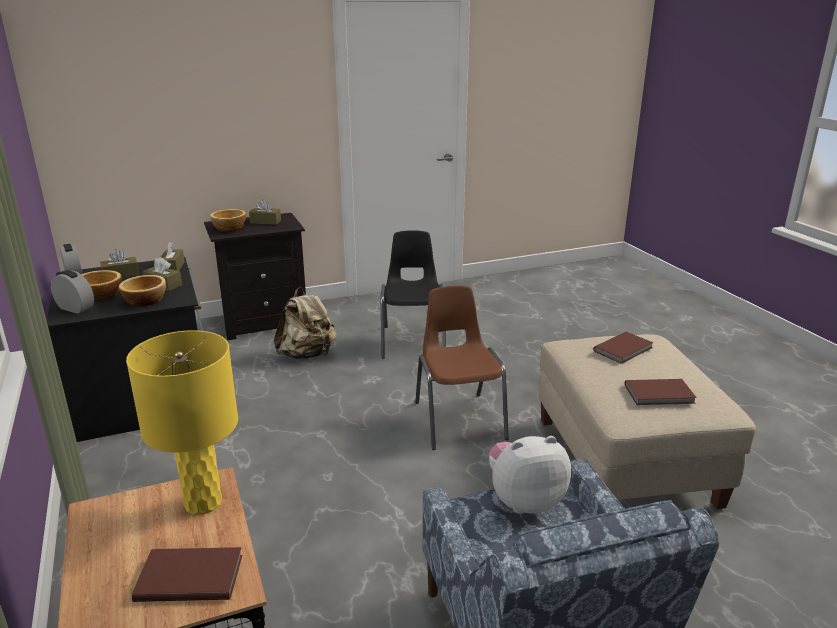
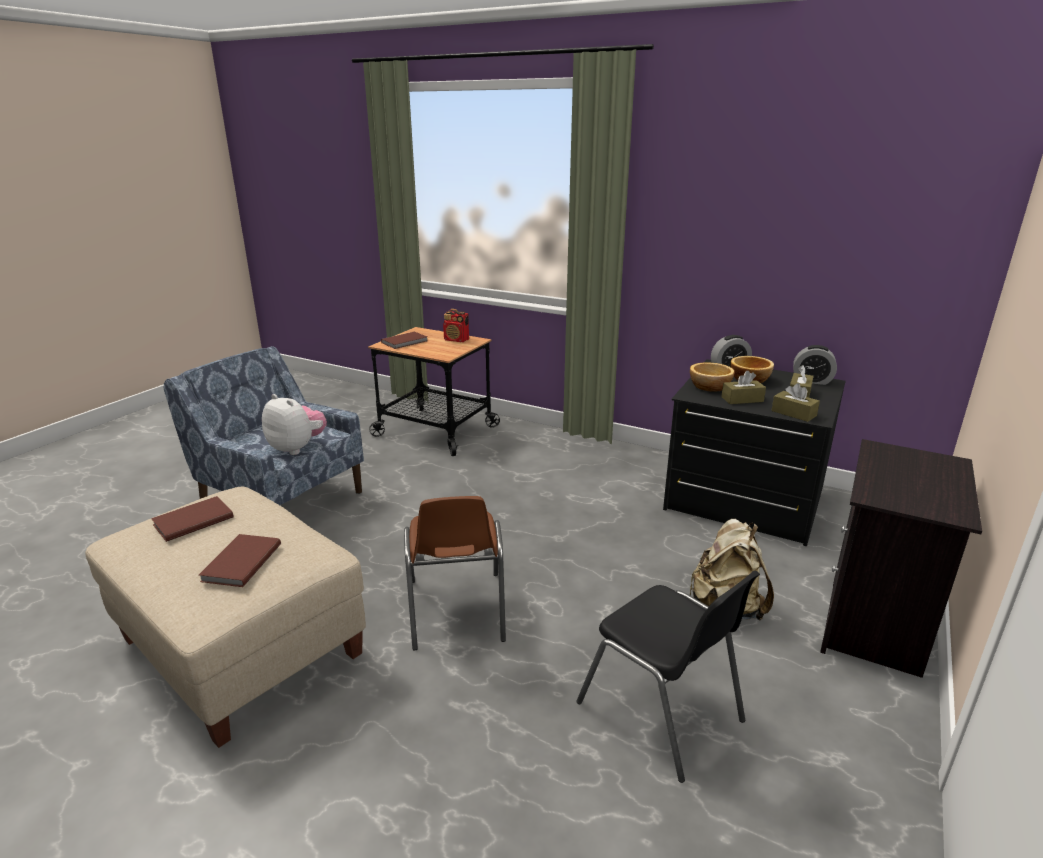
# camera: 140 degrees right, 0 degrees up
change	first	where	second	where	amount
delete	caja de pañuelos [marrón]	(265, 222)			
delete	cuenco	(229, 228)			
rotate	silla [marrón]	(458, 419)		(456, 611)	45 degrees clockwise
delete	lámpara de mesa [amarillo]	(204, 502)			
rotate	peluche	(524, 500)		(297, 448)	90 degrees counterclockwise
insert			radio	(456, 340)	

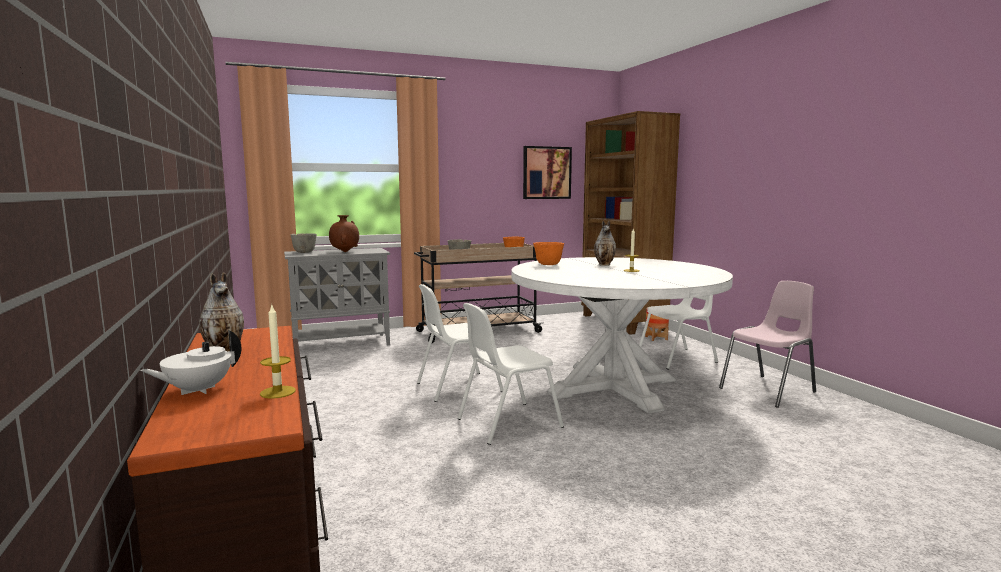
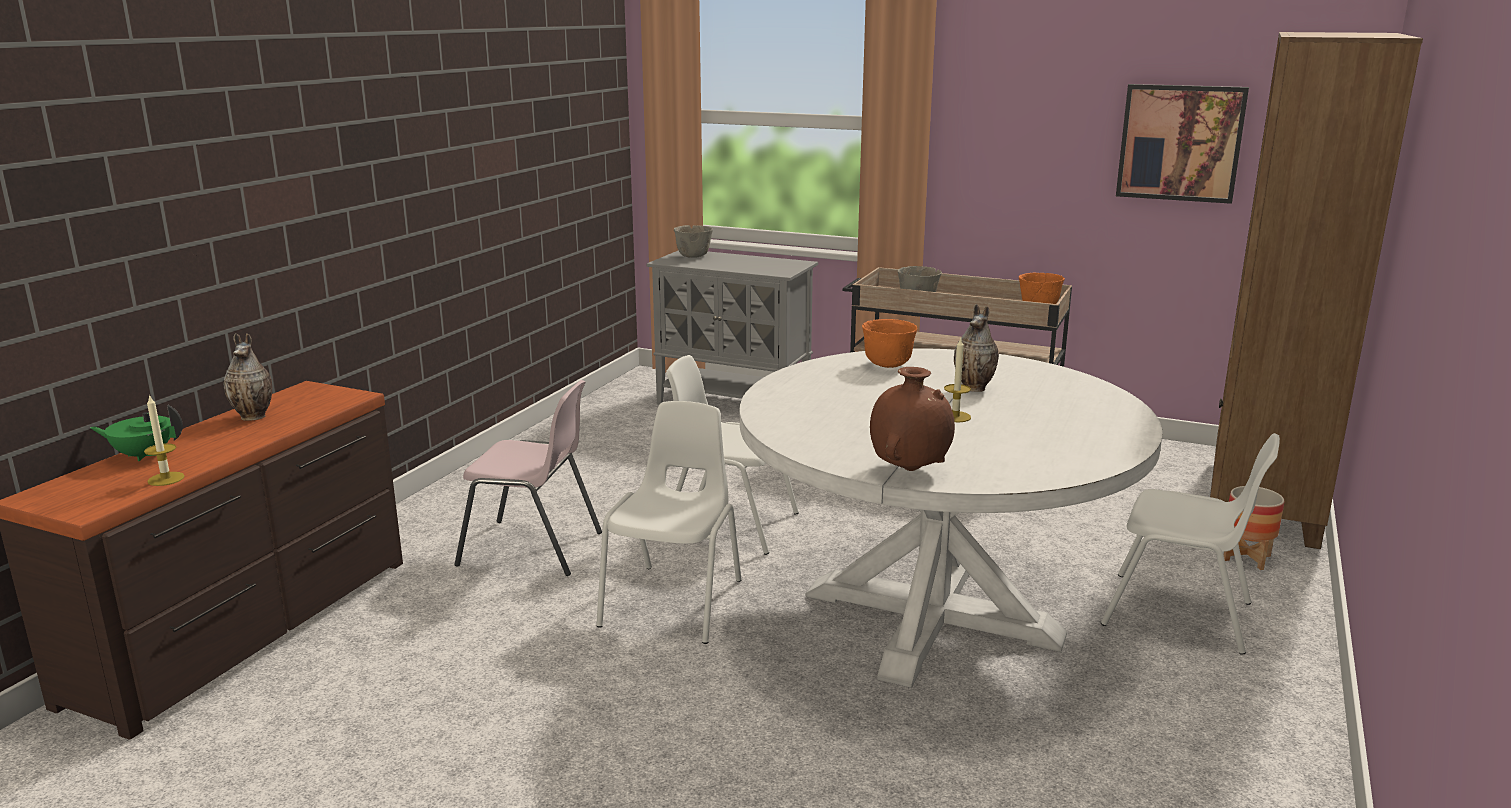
# camera: 45 degrees right, 10 degrees up
change	first	where	second	where	amount
move	florero [marrón]	(344, 252)		(909, 469)	
move	silla [rosa]	(769, 390)		(533, 549)	
rotate	silla [blanco]	(507, 423)		(675, 602)	90 degrees clockwise
recolor	tetera [blanco]	(198, 390)	tetera [verde]	(144, 455)	

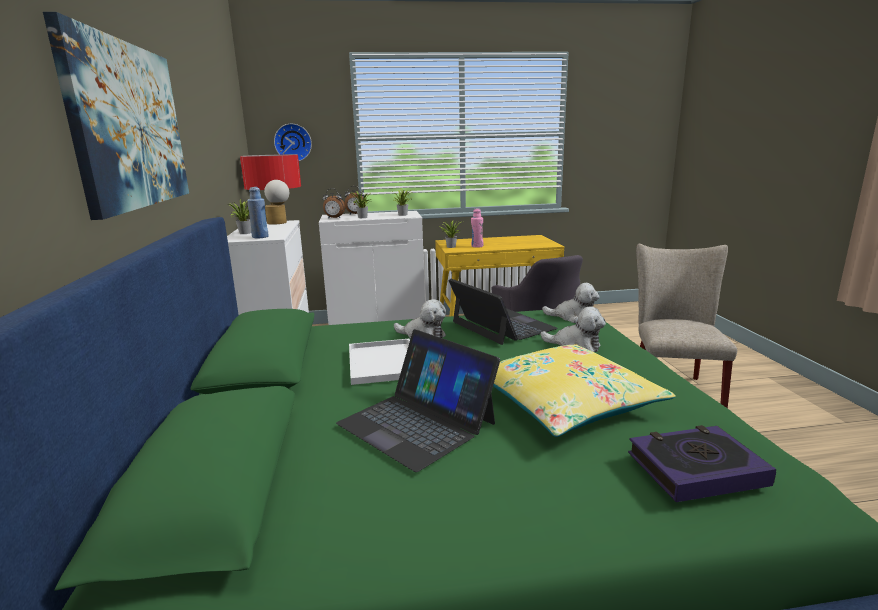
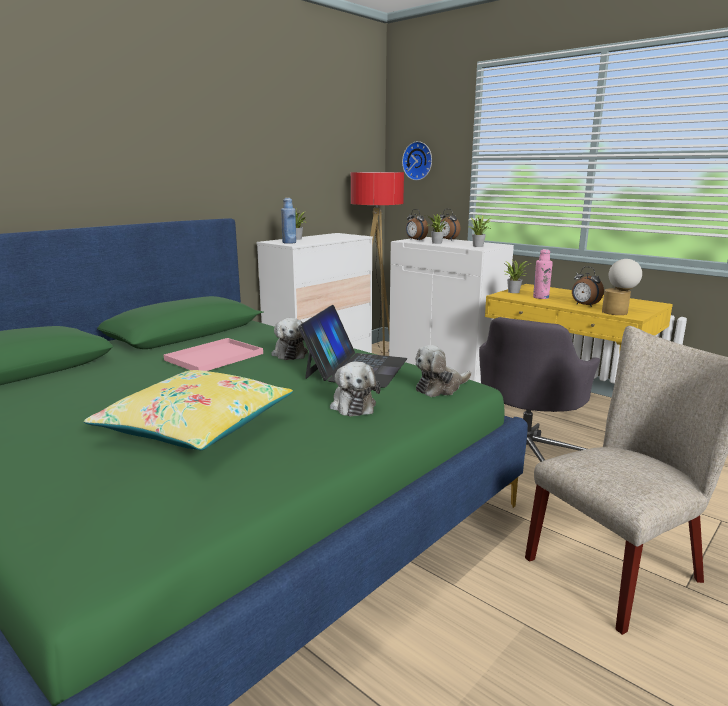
# camera: 50 degrees right, 0 degrees up
change	first	where	second	where	amount
delete	cuadro	(129, 126)			
move	lámpara de mesa	(279, 222)		(618, 312)	
rotate	peluche	(573, 317)		(440, 388)	75 degrees clockwise
delete	portátil	(417, 423)			
recolor	bandeja [blanco]	(384, 363)	bandeja [rosa]	(213, 357)	
delete	libro	(696, 469)			
insert			despertador	(584, 305)	

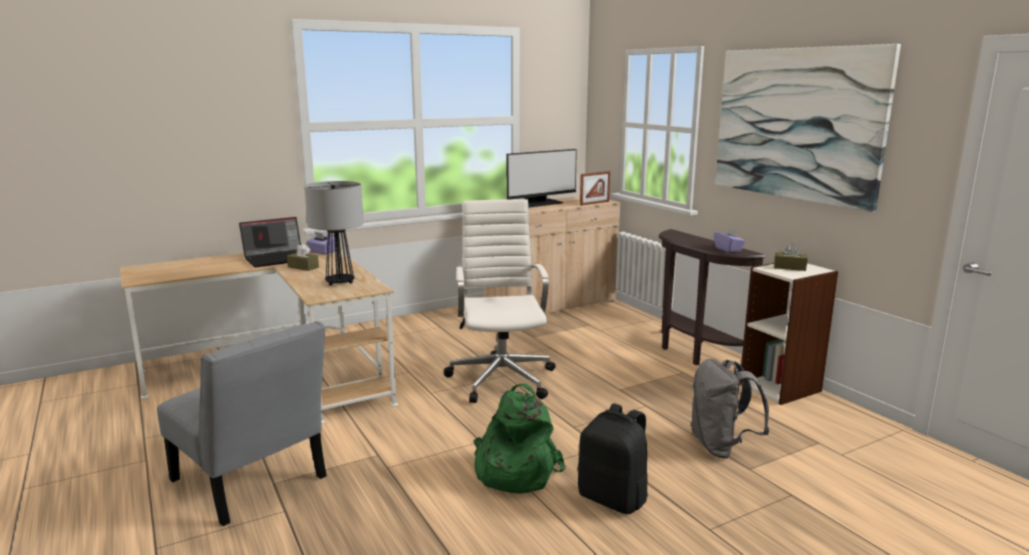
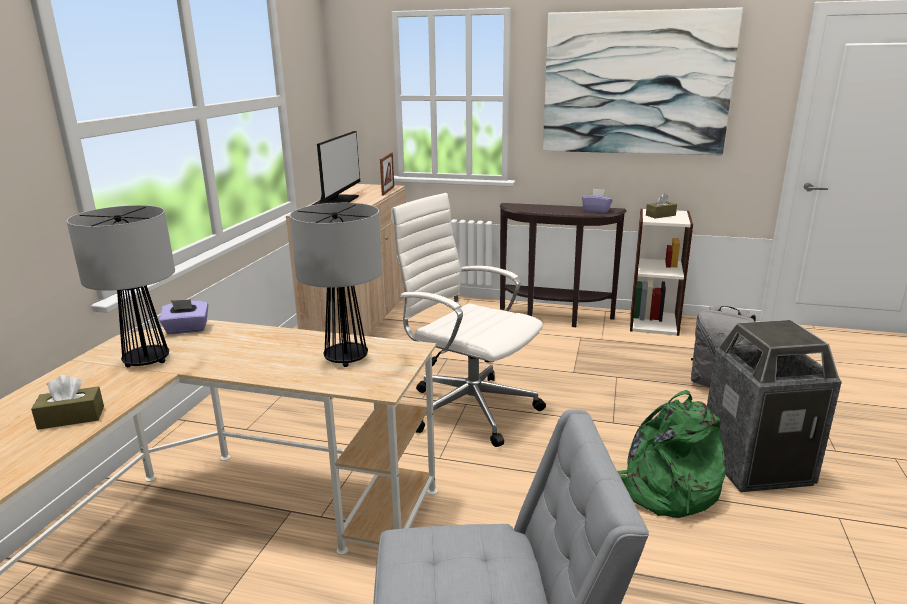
# camera: 45 degrees left, 5 degrees up
change	first	where	second	where	amount
replace	portátil	(278, 259)	lámpara de mesa	(146, 361)	
move	caja de pañuelos [marrón]	(303, 267)		(71, 417)	
replace	mochila [negro]	(613, 498)	papelera	(756, 465)	

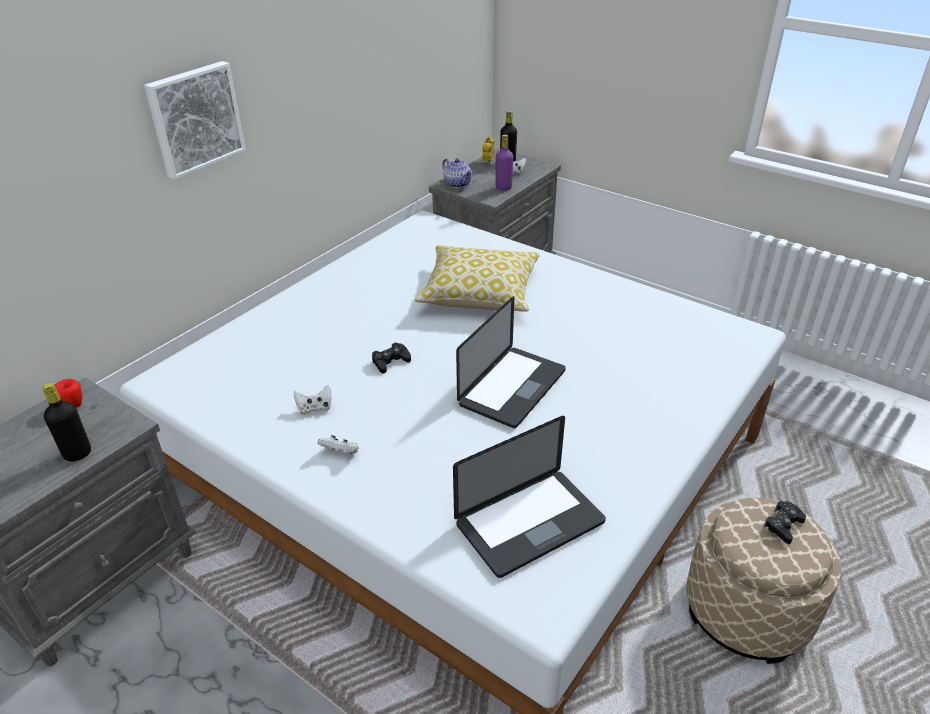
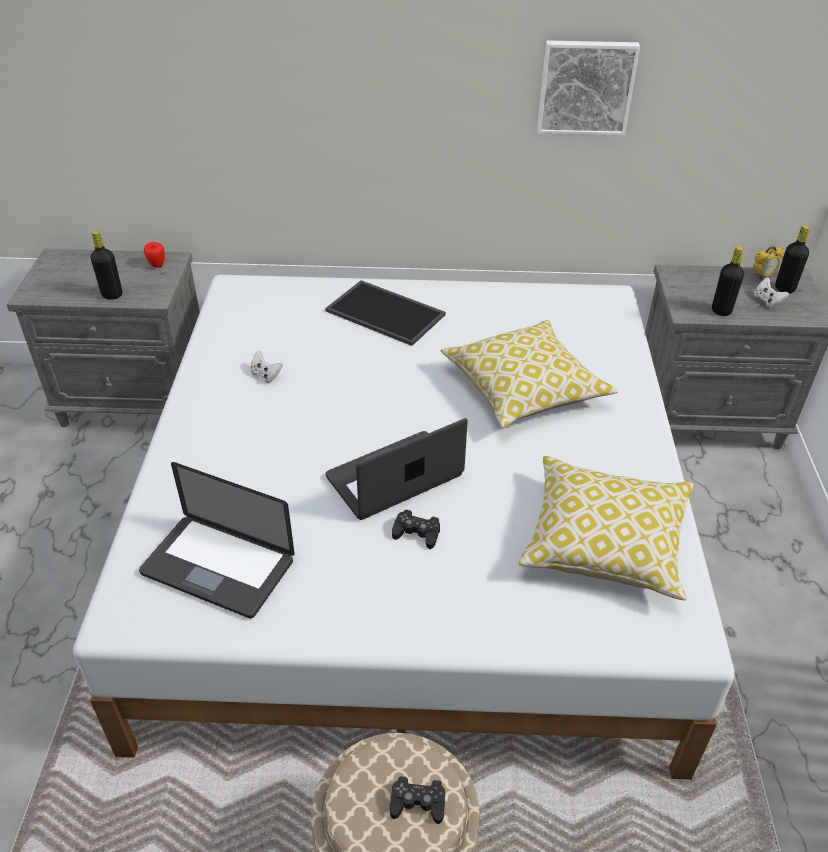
# camera: 55 degrees right, 5 degrees up
change	first	where	second	where	amount
move	cuadro	(194, 118)		(586, 87)	
recolor	botella [morado]	(503, 188)	botella [negro]	(721, 310)	
delete	tetera	(457, 184)			
rotate	portátil	(512, 388)		(394, 477)	150 degrees clockwise
move	mando de consola [negro]	(390, 361)		(416, 533)	
delete	mando de consola [blanco]	(341, 453)			
insert			bandeja	(387, 312)	
insert			cojín	(605, 541)	

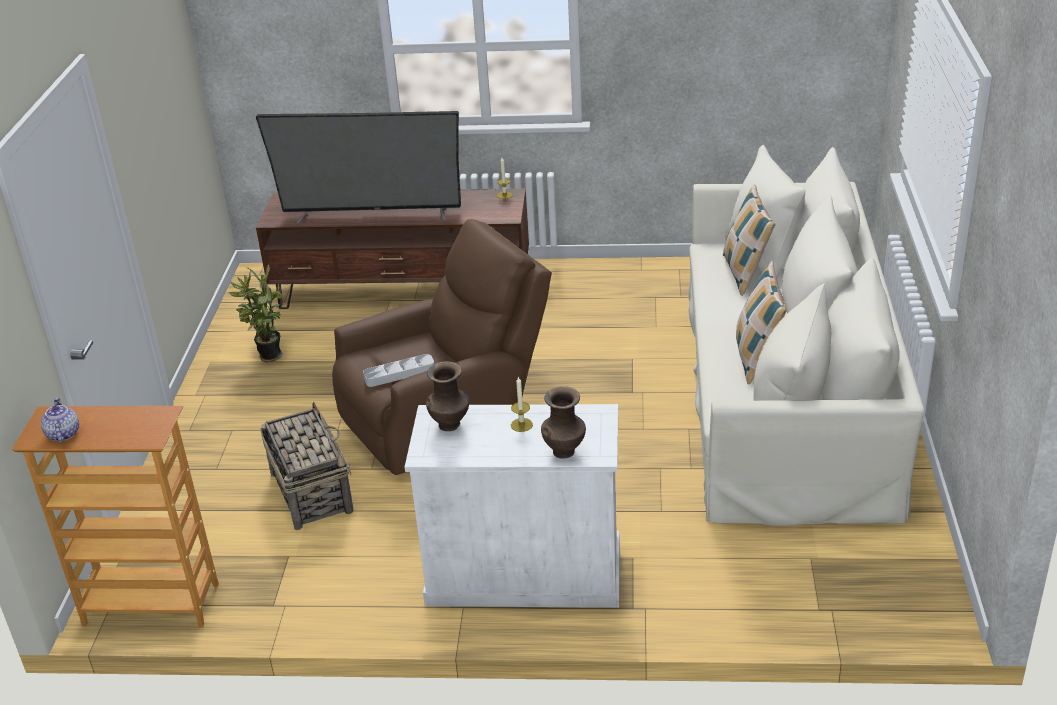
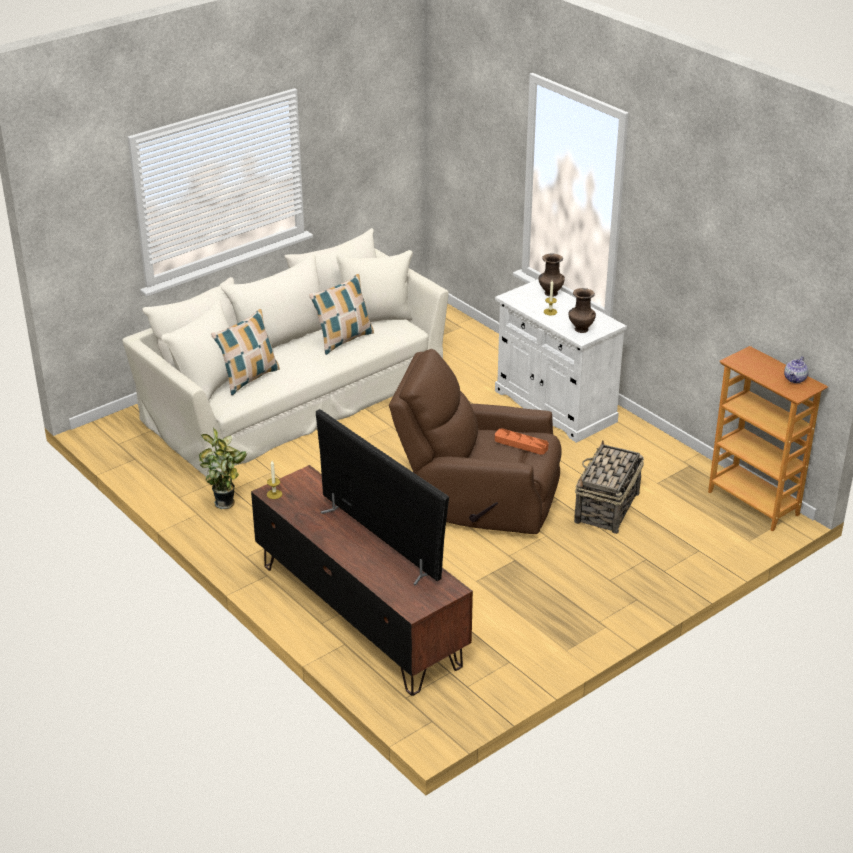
# camera: 135 degrees left, 0 degrees up
change	first	where	second	where	amount
move	planta en maceta	(268, 357)		(227, 504)	
recolor	bandeja [gris]	(399, 374)	bandeja [naranja]	(521, 444)	

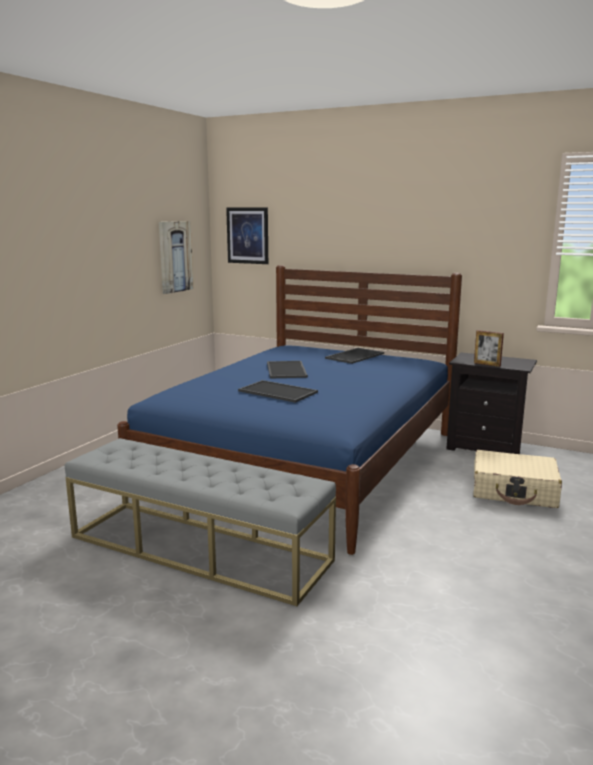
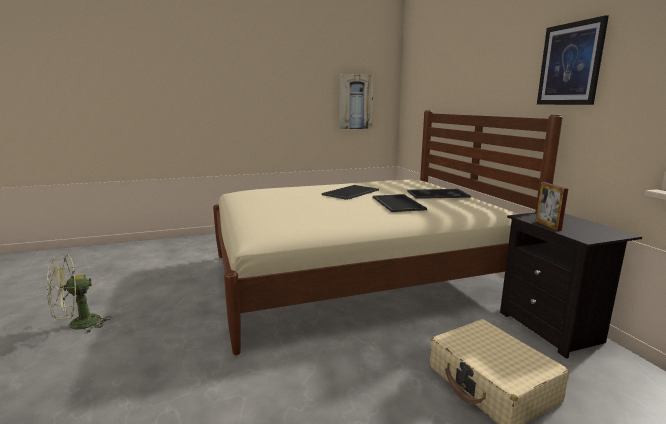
# camera: 45 degrees right, 0 degrees up
change	first	where	second	where	amount
move	cuadro	(247, 235)		(570, 64)	
recolor	cama [azul]	(306, 462)	cama [beis]	(357, 276)	
move	bandeja	(276, 392)		(396, 203)	
delete	banco [gris]	(199, 548)			
insert			ventilador [verde]	(78, 325)	

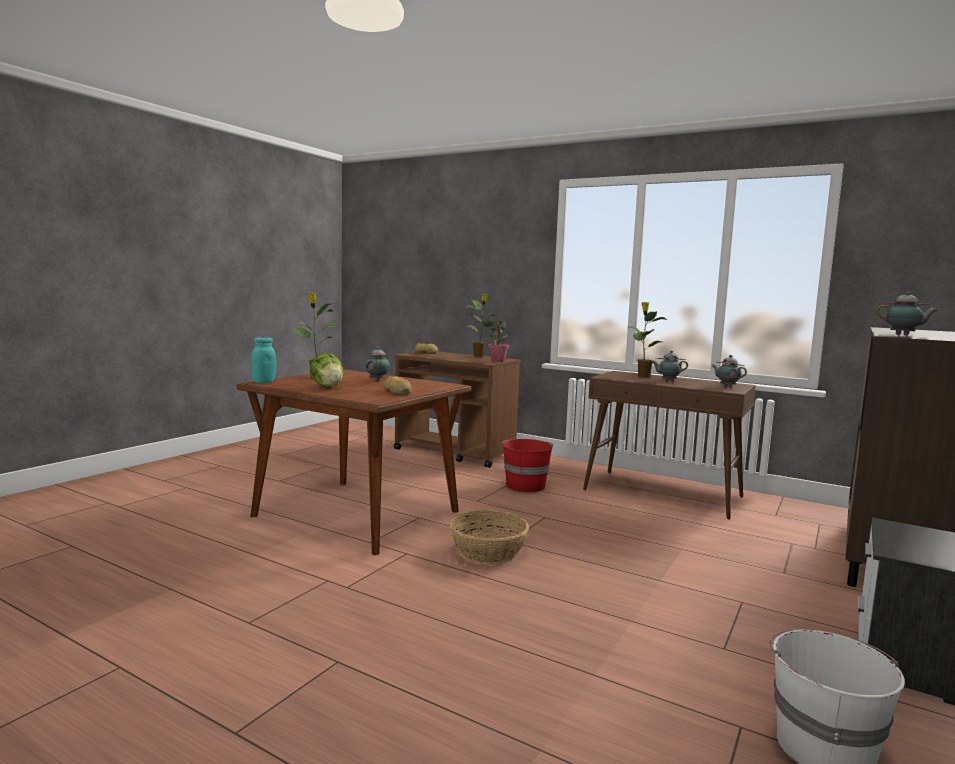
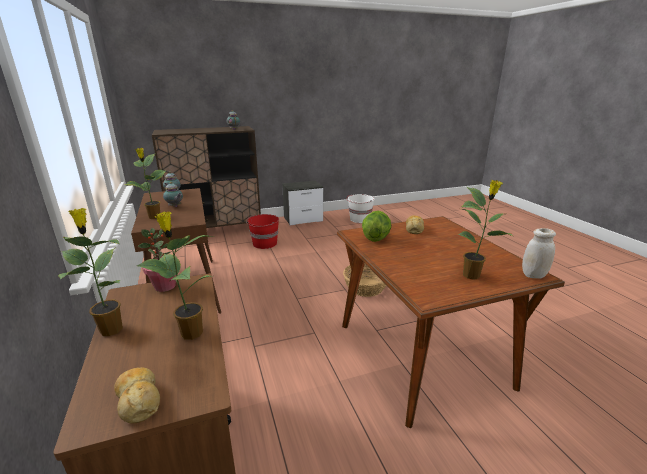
# camera: 140 degrees left, 15 degrees up
change	first	where	second	where	amount
recolor	tarro [turquesa]	(264, 382)	tarro [blanco]	(533, 275)	
delete	tetera	(377, 380)			
move	lechuga	(327, 387)		(375, 238)	
move	cubo [rojo]	(525, 485)		(264, 244)	
insert			planta en maceta	(190, 332)	

